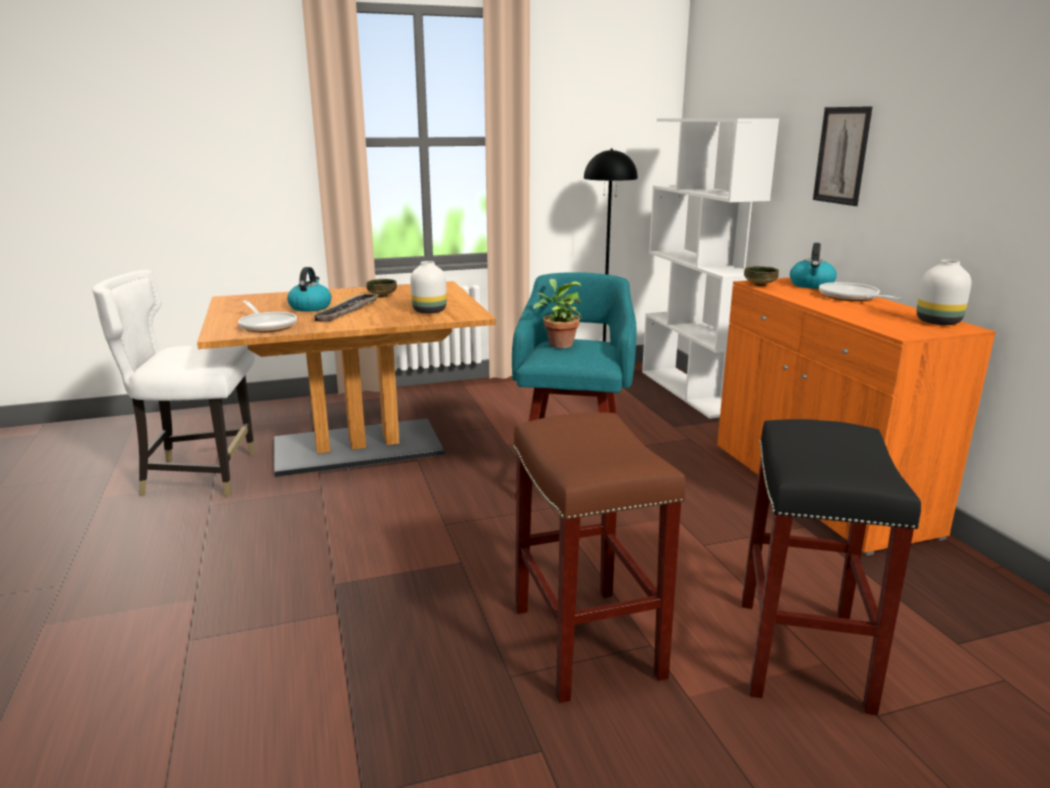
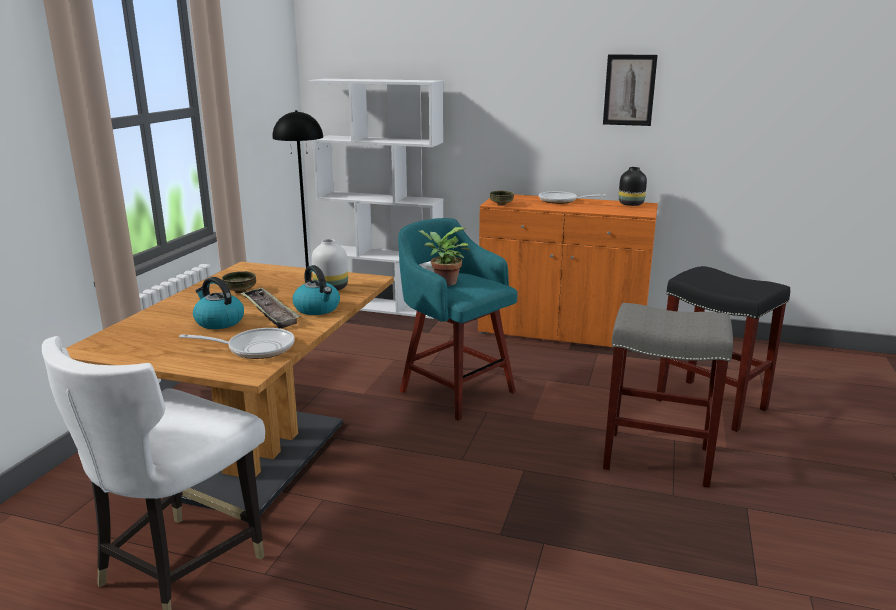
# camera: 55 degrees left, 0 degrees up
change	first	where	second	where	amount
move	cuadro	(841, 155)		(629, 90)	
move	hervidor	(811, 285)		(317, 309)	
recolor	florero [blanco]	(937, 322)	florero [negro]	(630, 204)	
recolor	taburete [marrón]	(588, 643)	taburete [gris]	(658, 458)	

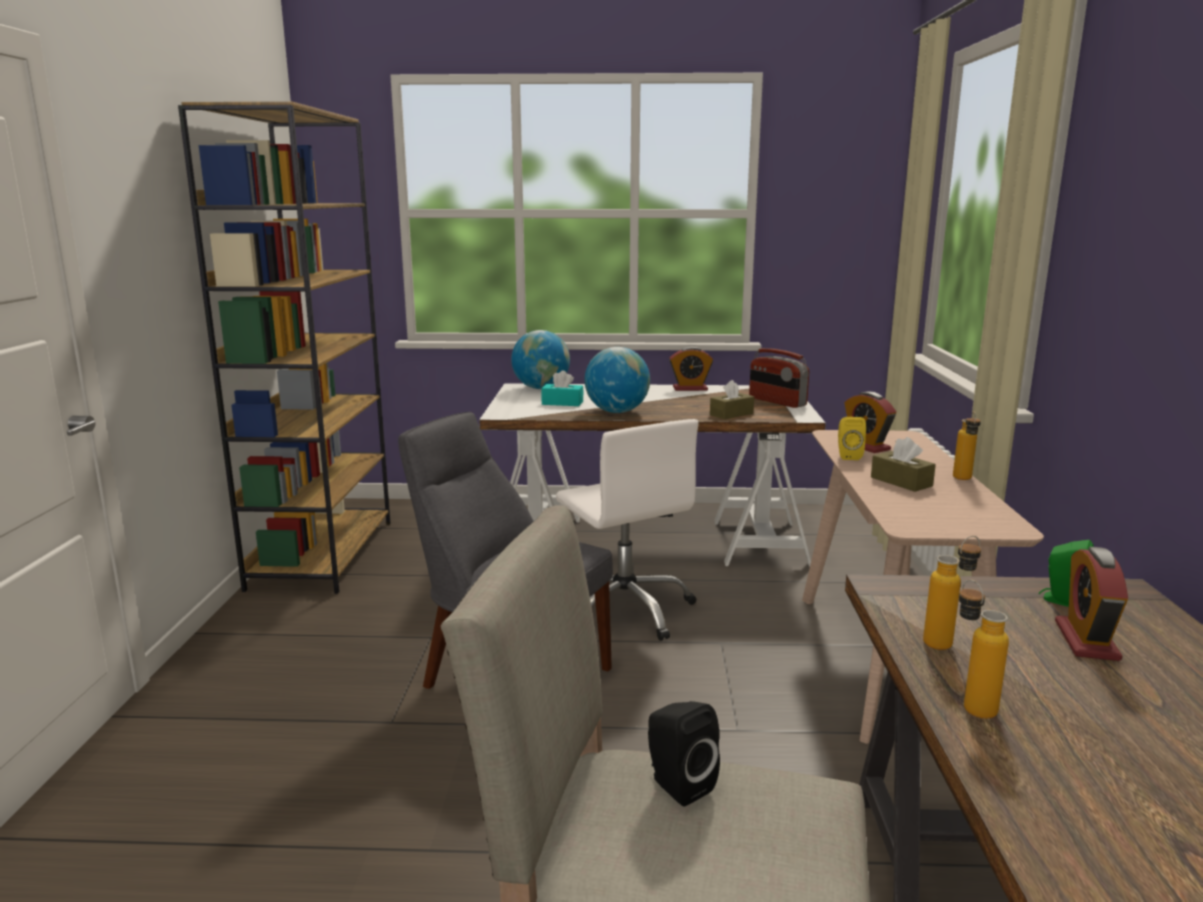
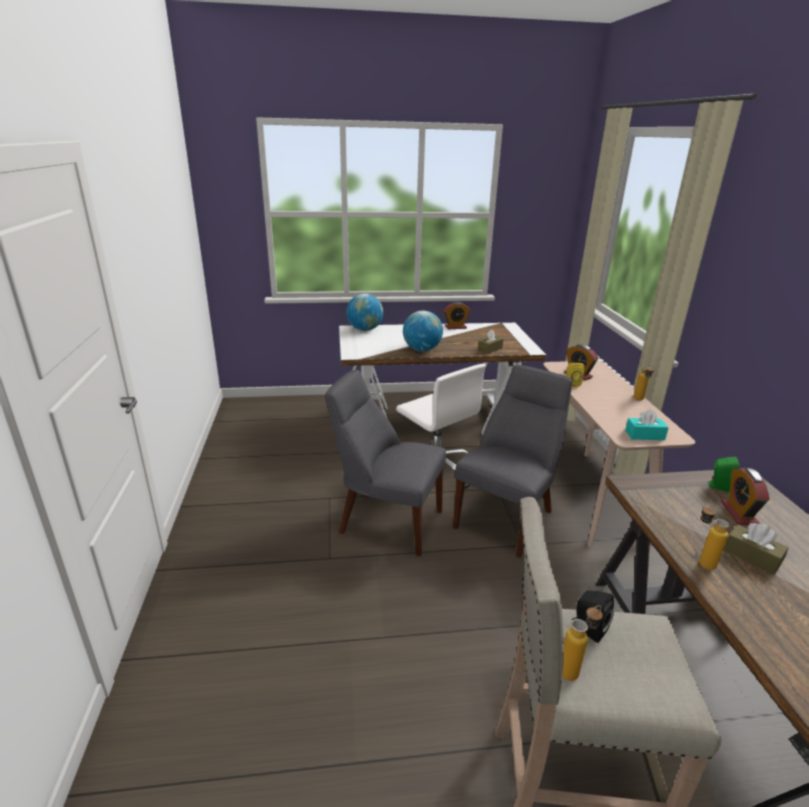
# camera: 10 degrees left, 10 degrees up
change	first	where	second	where	amount
delete	estantería [marrón]	(322, 553)			
delete	radio	(776, 401)			
move	caja de pañuelos [turquesa]	(562, 403)		(644, 435)	
move	caja de pañuelos [marrón]	(901, 482)		(752, 556)	
move	botella	(946, 642)		(574, 669)	
insert			silla [gris]	(506, 517)	

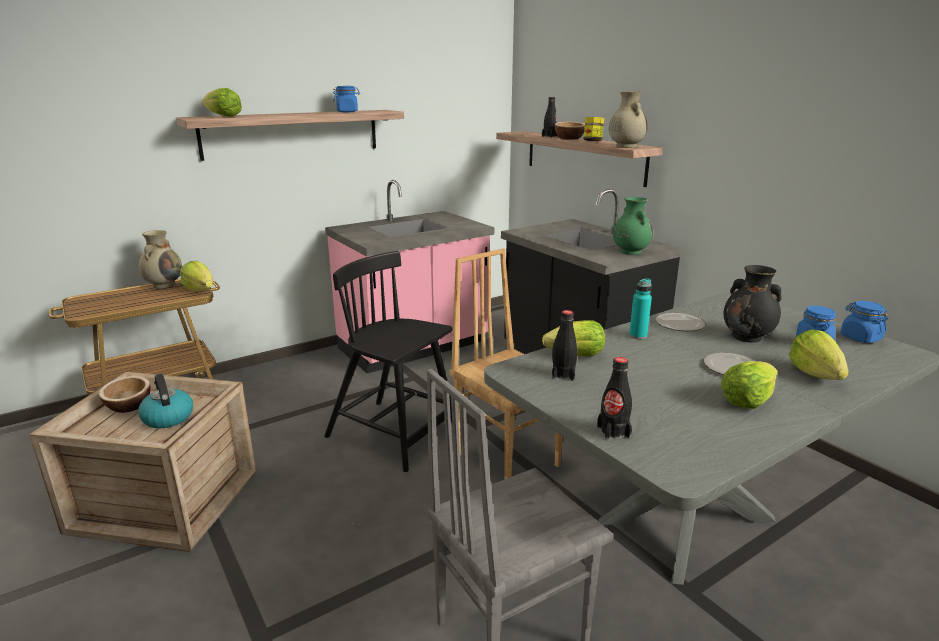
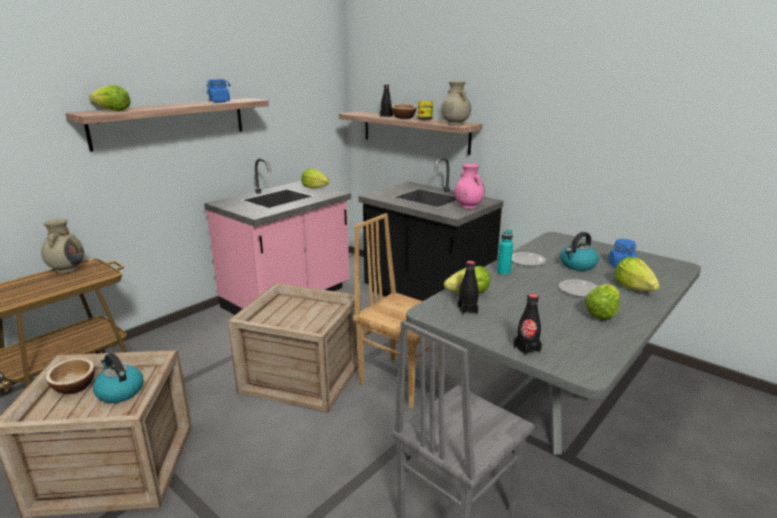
# camera: 15 degrees left, 0 degrees up
change	first	where	second	where	amount
recolor	florero [verde]	(630, 251)	florero [rosa]	(468, 206)	
replace	silla [negro]	(394, 434)	caja de embalaje	(301, 376)	
move	lechuga	(200, 290)		(315, 188)	
replace	florero [negro]	(747, 337)	hervidor	(577, 265)	
delete	tarro [azul]	(860, 338)			

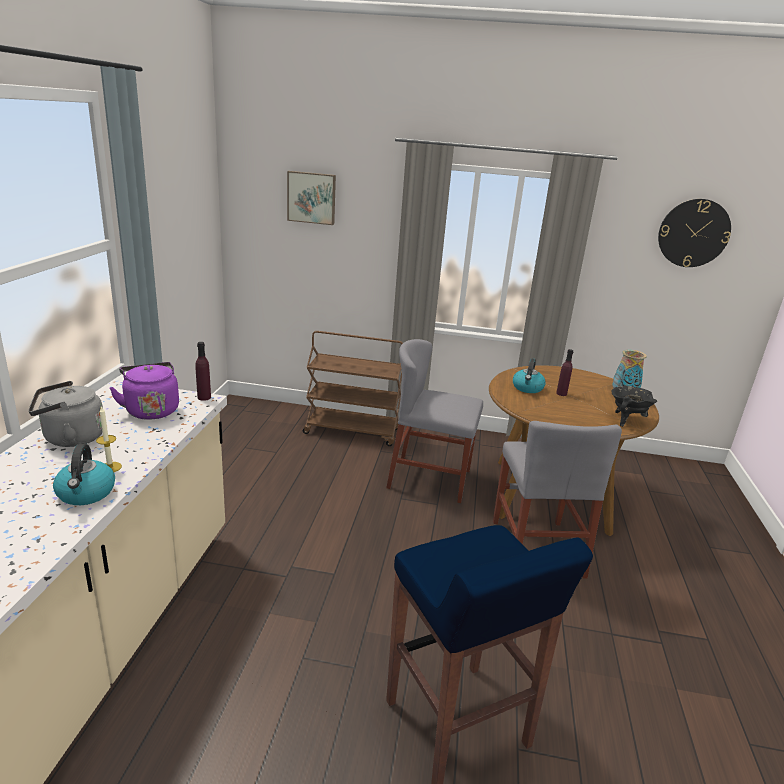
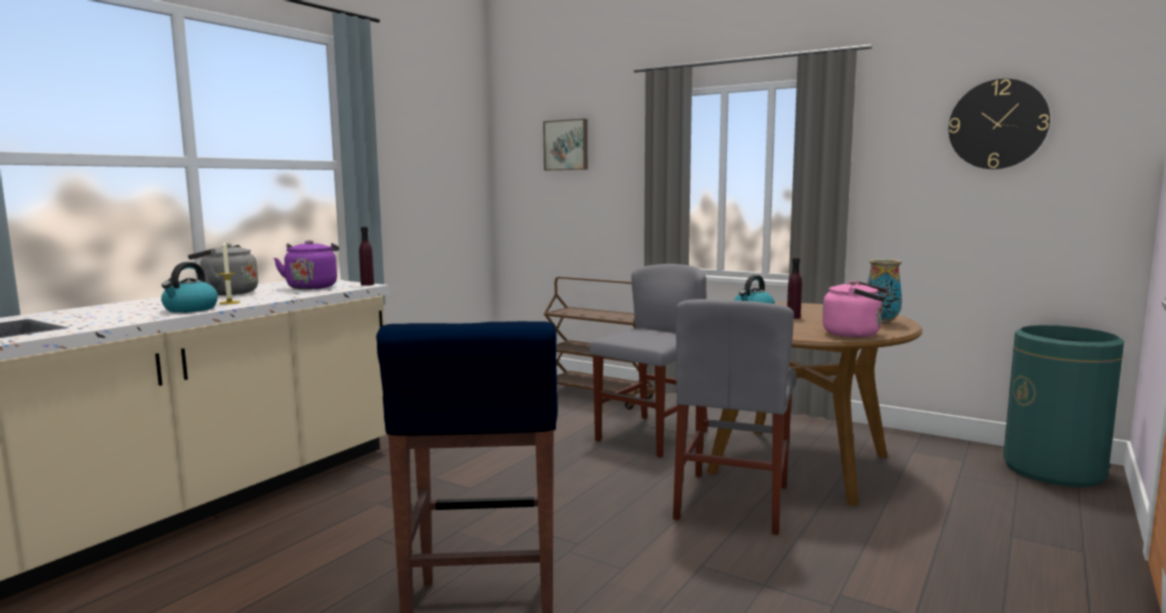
# camera: 25 degrees right, 15 degrees down
change	first	where	second	where	amount
rotate	silla [gris]	(429, 479)		(651, 436)	90 degrees clockwise
replace	olla [negro]	(626, 420)	hervidor [rosa]	(855, 334)	
insert			papelera [verde]	(1054, 470)	

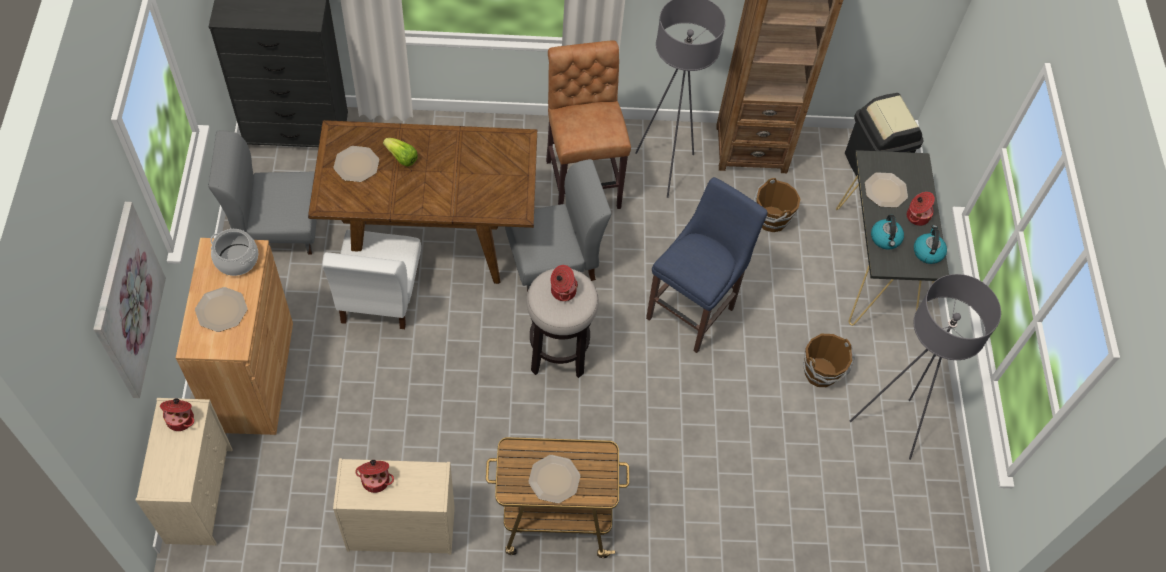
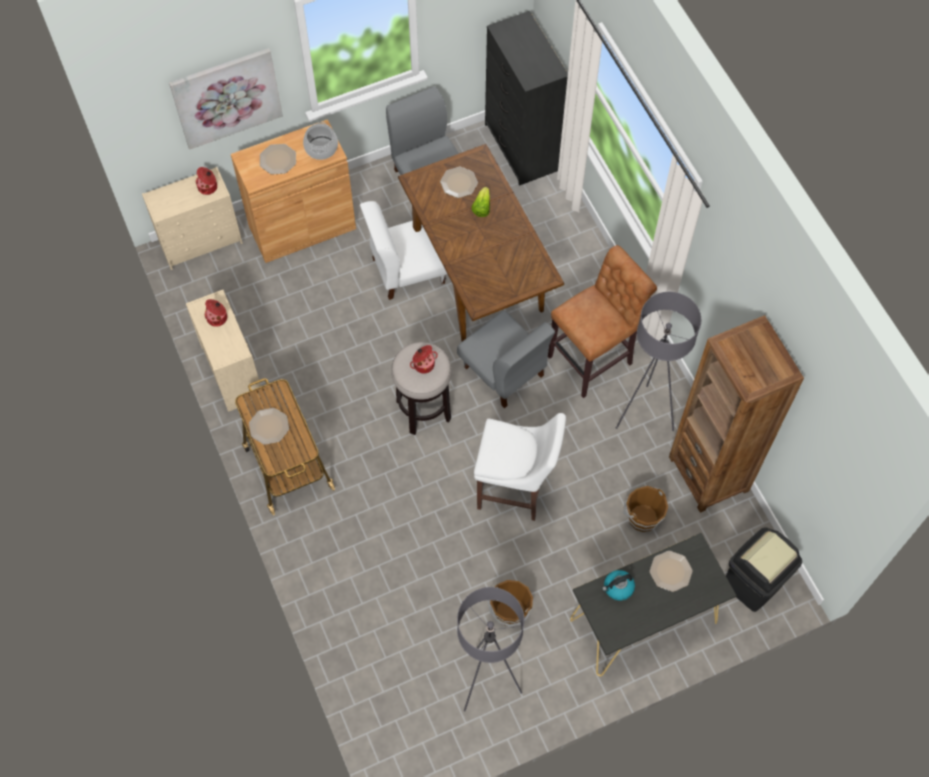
# camera: 70 degrees right, 5 degrees up
change	first	where	second	where	amount
recolor	taburete [azul]	(693, 310)	taburete [blanco]	(515, 491)	
delete	olla	(917, 216)			
delete	hervidor	(927, 252)			

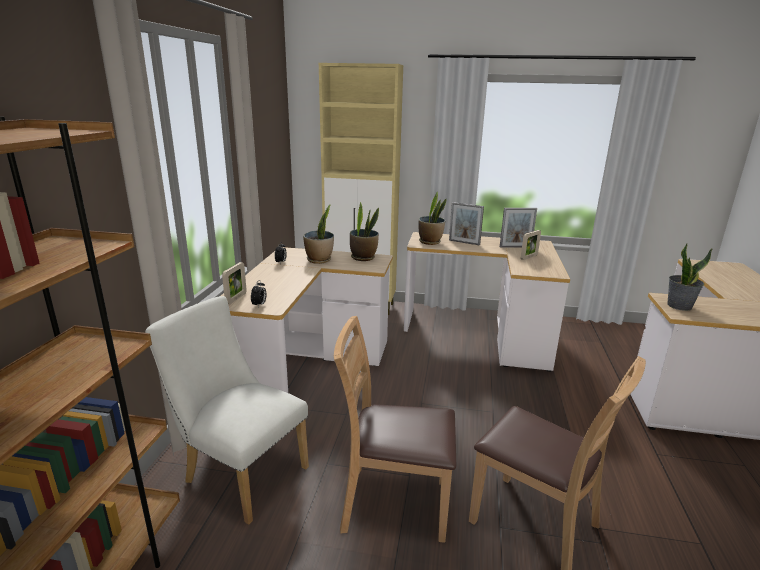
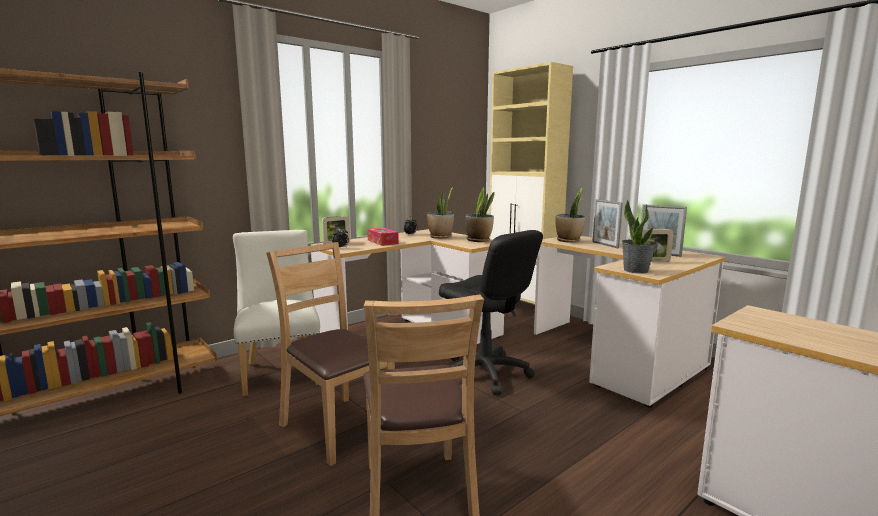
# camera: 40 degrees right, 10 degrees down
change	first	where	second	where	amount
move	planta en maceta	(679, 306)		(636, 270)	
insert			caja de pañuelos	(382, 242)	
insert			silla de oficina [negro]	(485, 373)	

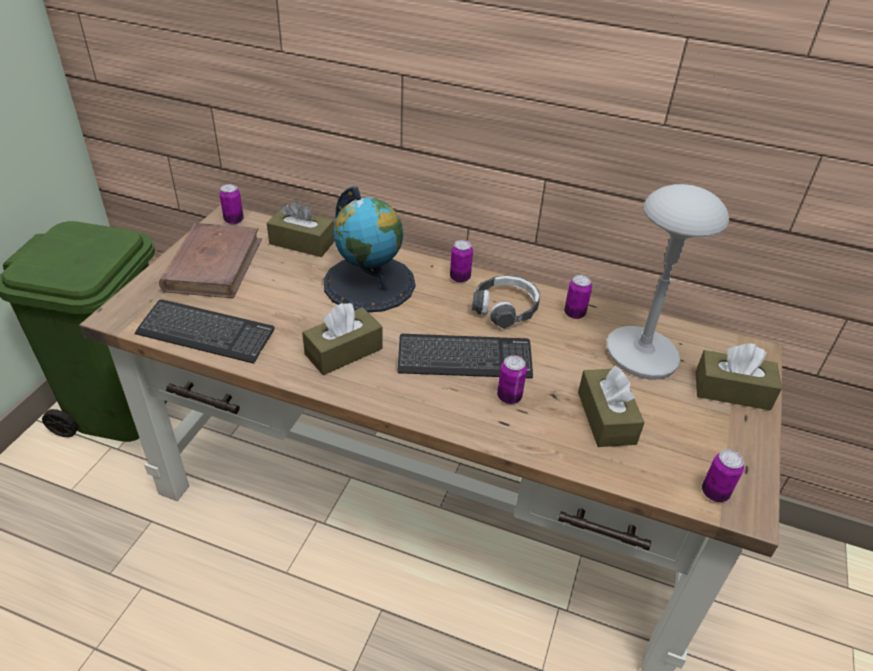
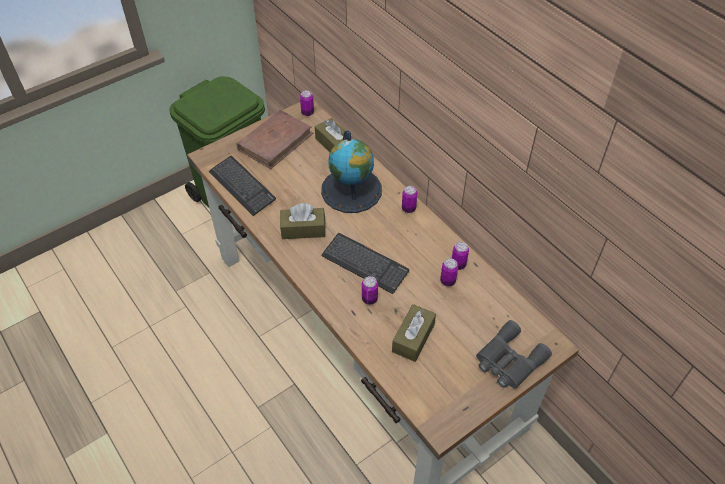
# camera: 35 degrees right, 10 degrees up
change	first	where	second	where	amount
delete	lámpara de mesa [gris]	(640, 355)			
delete	auriculares	(505, 308)			
replace	caja de pañuelos [marrón]	(732, 391)	prismáticos [gris]	(508, 361)	
move	lata	(714, 493)		(447, 281)	

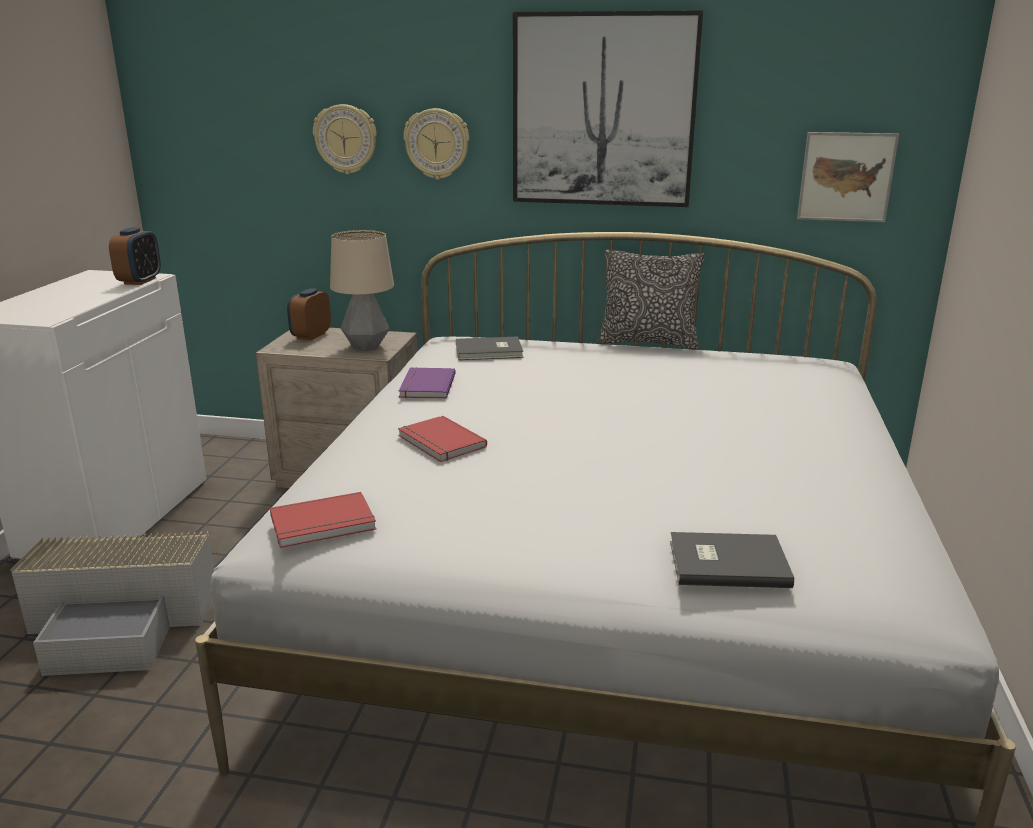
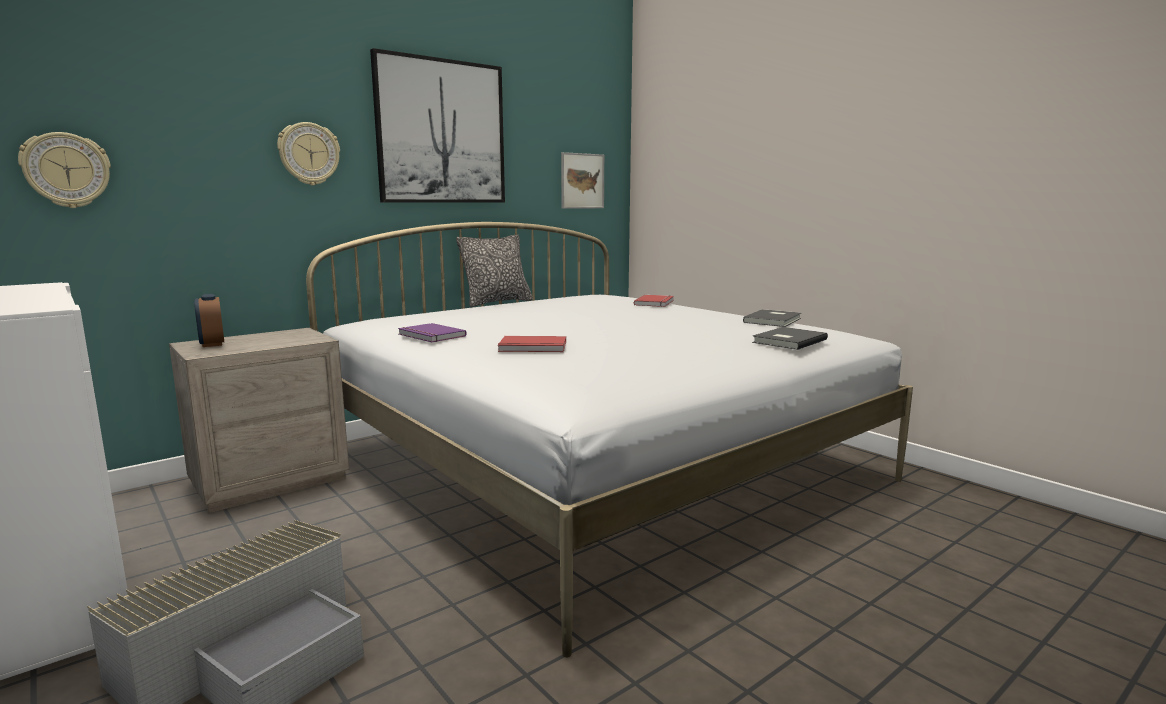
# camera: 50 degrees left, 10 degrees down
change	first	where	second	where	amount
move	reloj de pared	(346, 139)		(66, 170)	
delete	despertador	(140, 281)			
delete	lámpara de mesa	(366, 347)			
move	libro [gris]	(490, 351)		(774, 320)	
move	libro [rojo]	(324, 524)		(655, 303)	

